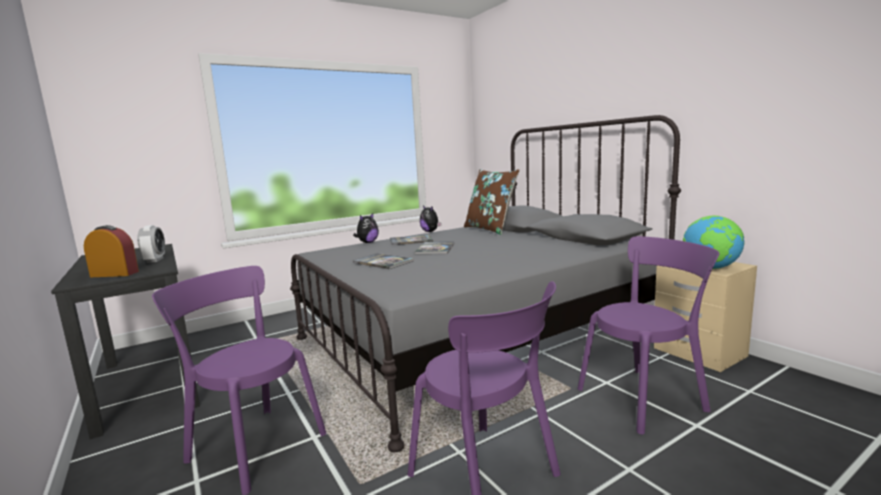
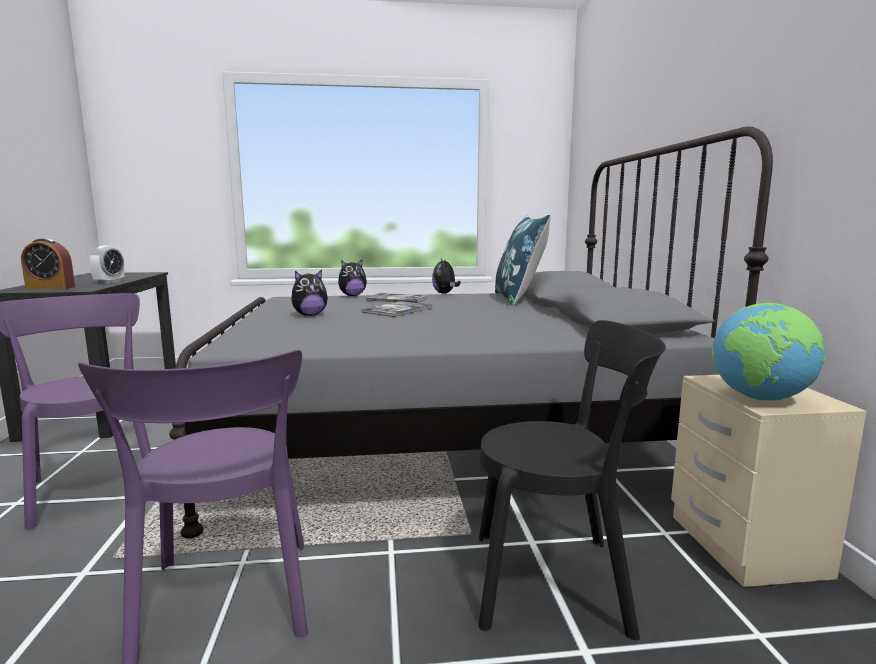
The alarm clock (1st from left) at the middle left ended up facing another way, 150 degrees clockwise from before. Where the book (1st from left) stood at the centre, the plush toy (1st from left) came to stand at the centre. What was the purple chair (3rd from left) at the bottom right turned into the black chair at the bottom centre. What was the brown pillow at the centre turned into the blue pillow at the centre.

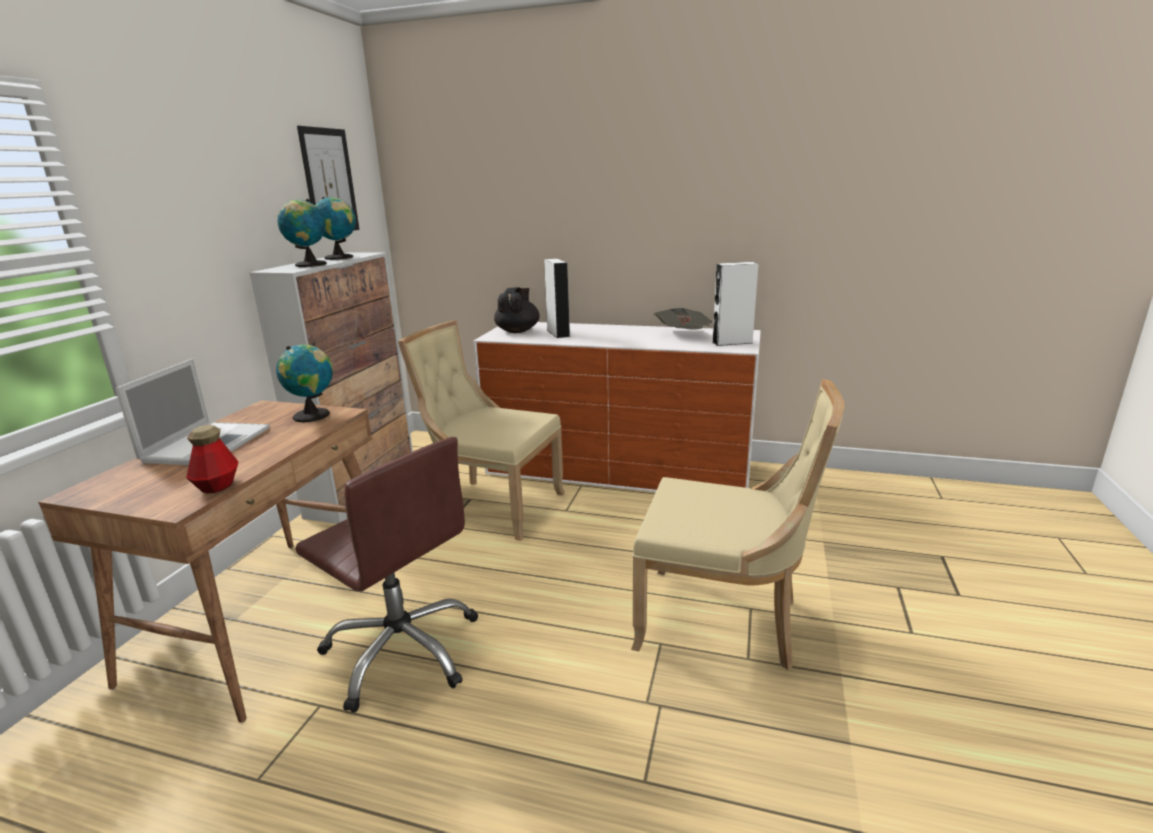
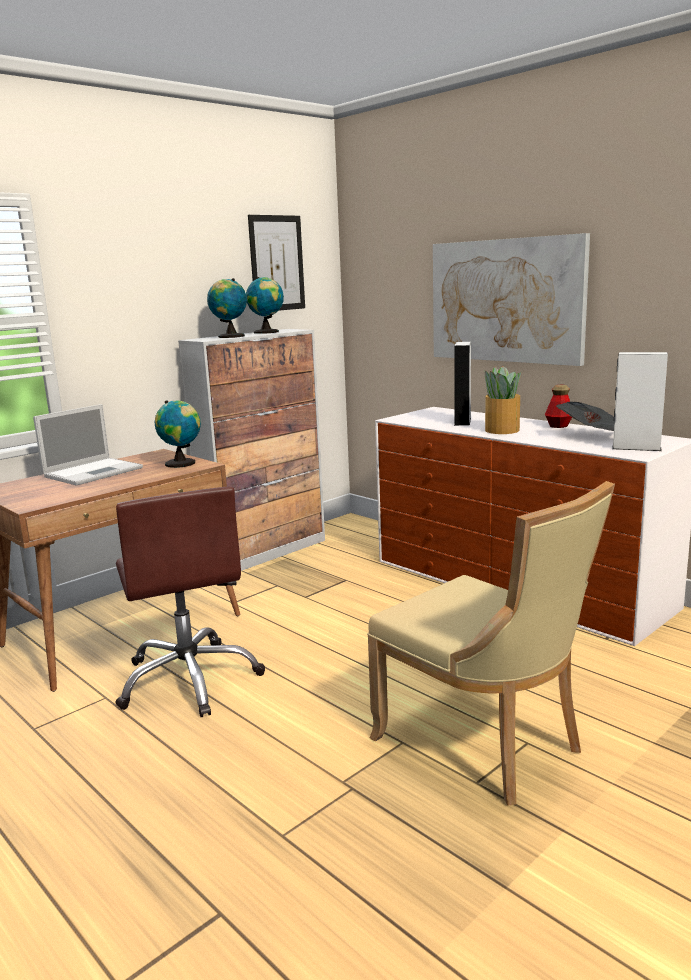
The second view gained the picture (2nd from left) at the top right. The second view gained the potted plant at the middle right. The bottle ended up elsewhere, having gone from the middle left to the middle right. The second view lost the beige chair (1st from left) at the centre. The second view lost the black teapot at the centre.

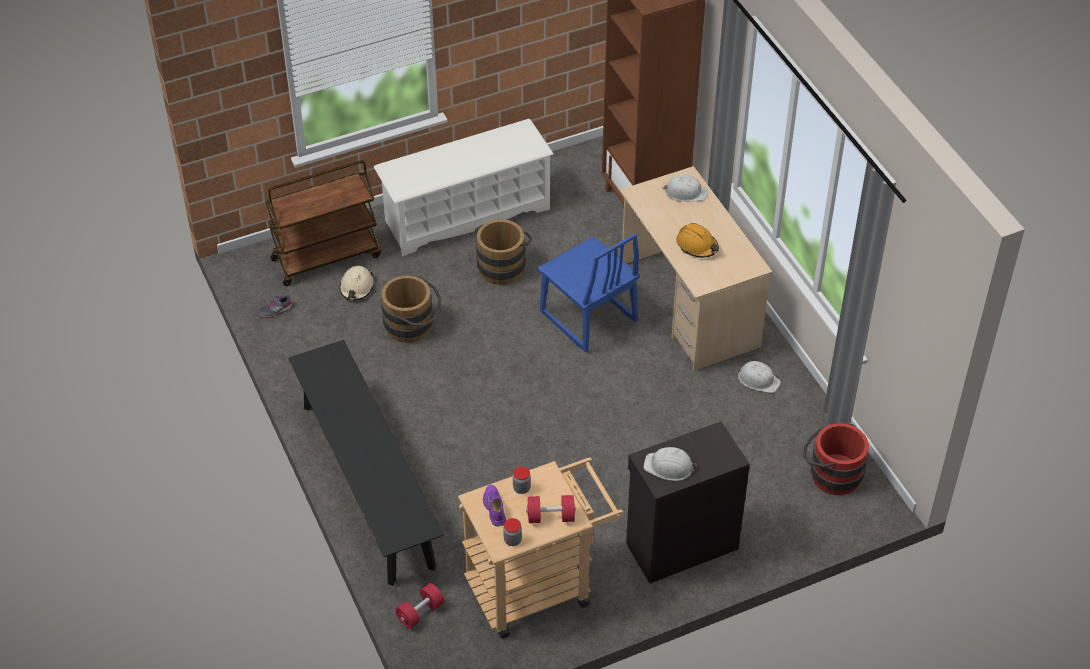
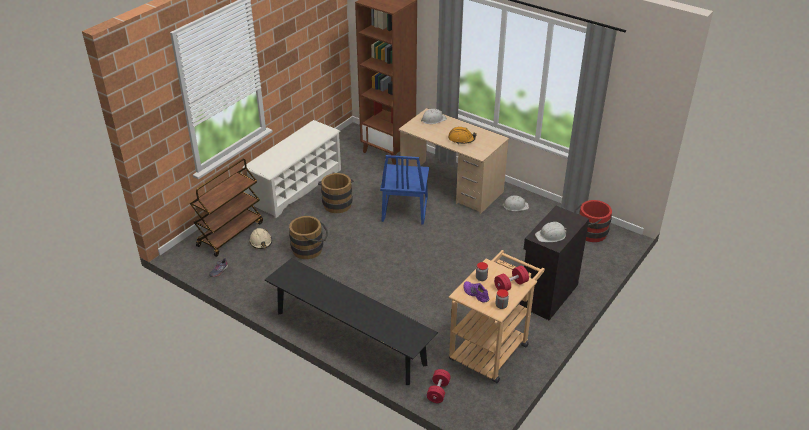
The blue chair at the centre ended up facing another way, 75 degrees clockwise from before.

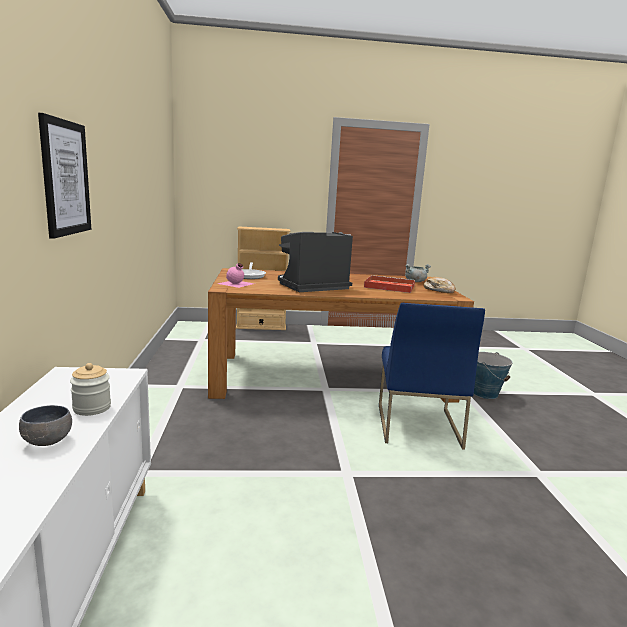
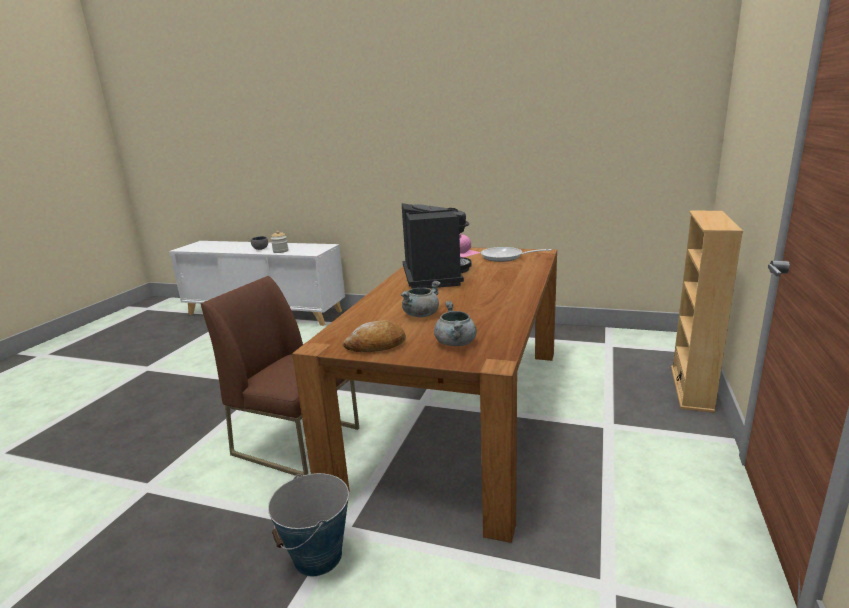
What was the blue chair at the middle right turned into the brown chair at the middle left. Where the red tray stood at the centre, the grey cooking pot (1st from left) came to stand at the centre. The second view lost the picture at the top left.

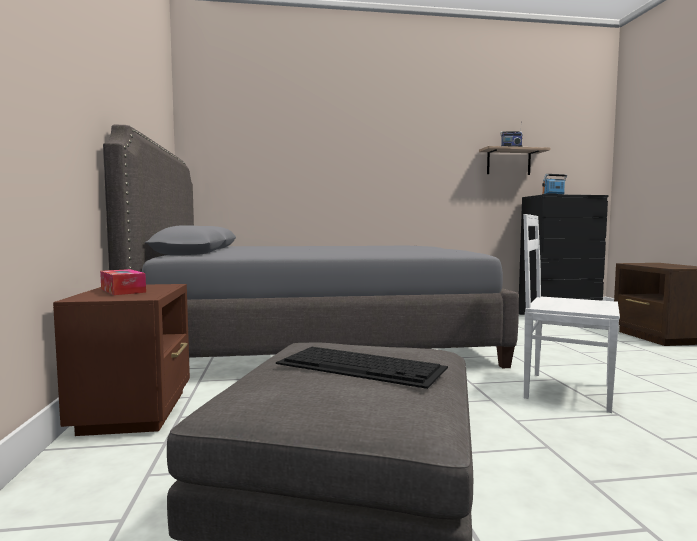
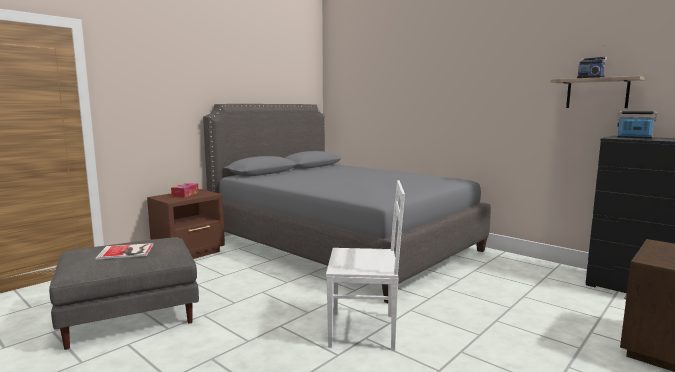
Where the keyboard stood at the bottom centre, the book came to stand at the bottom left. The white chair at the middle right ended up facing another way, 105 degrees clockwise from before.

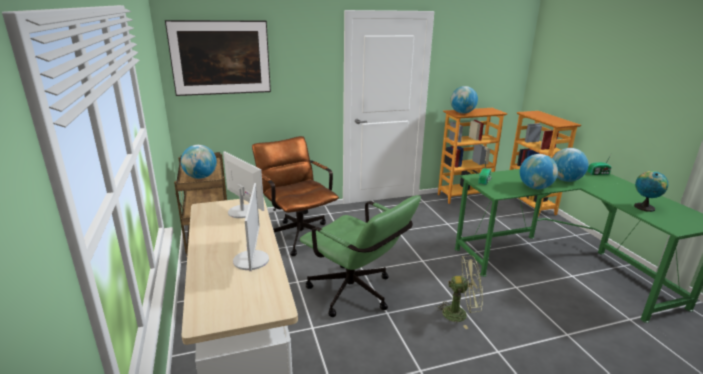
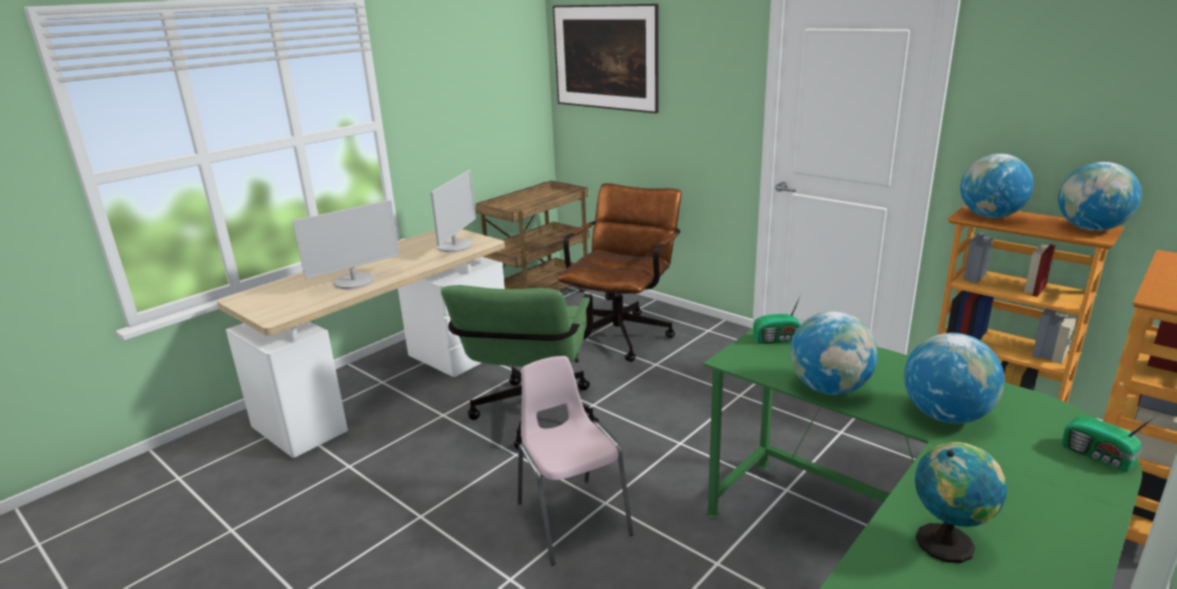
Where the green fan stood at the bottom centre, the pink chair came to stand at the bottom centre. The globe (1st from left in the first image) ended up elsewhere, having gone from the middle left to the top right.

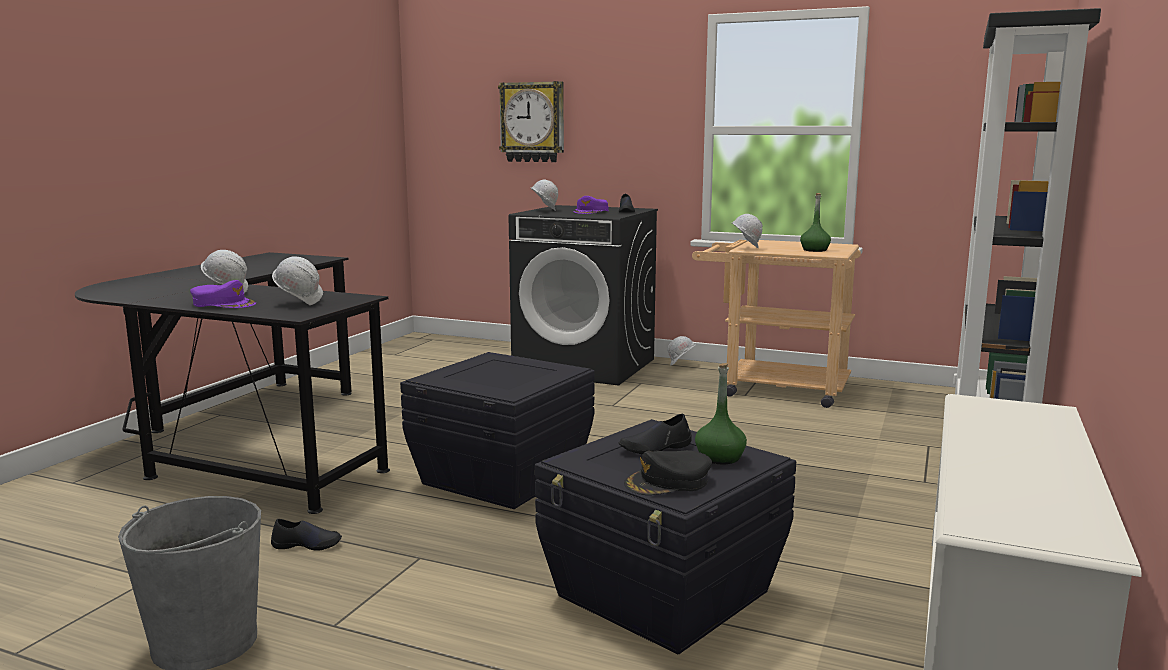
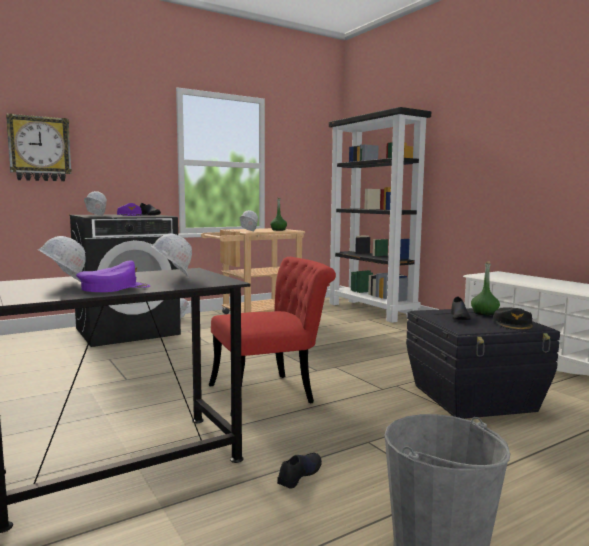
Where the black storage box (1st from left) stood at the centre, the red chair came to stand at the centre.

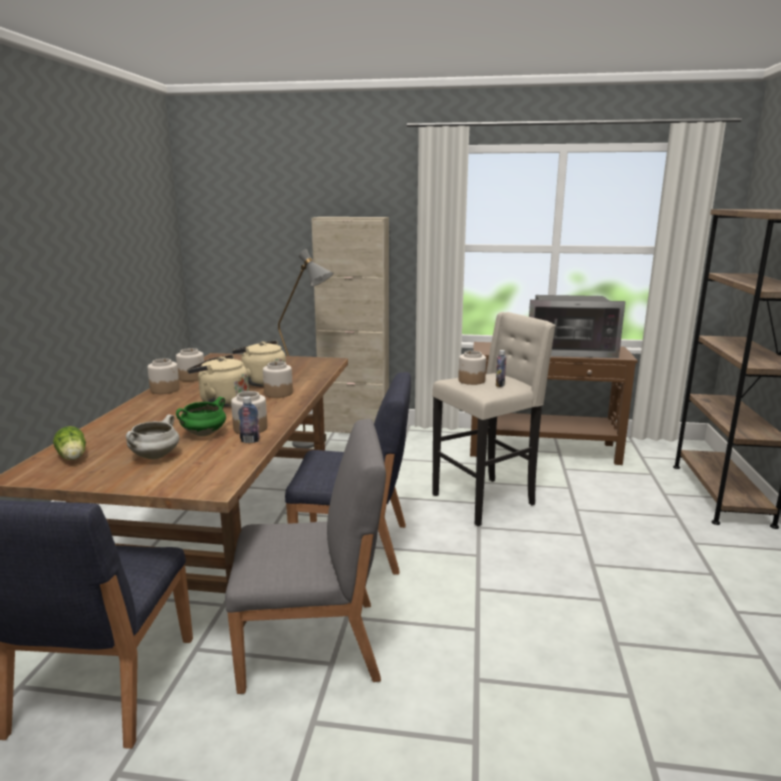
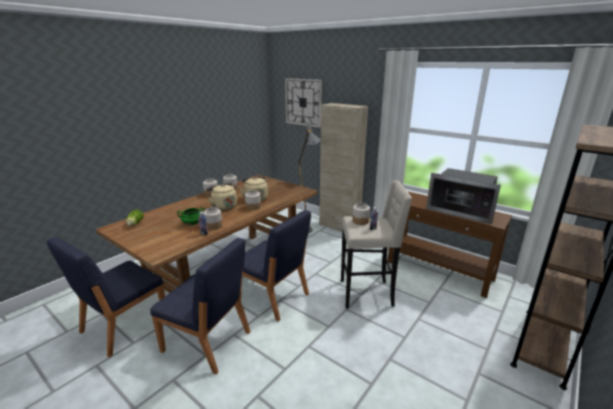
What was the grey chair at the bottom centre turned into the blue chair (2nd from left) at the bottom left. The second view gained the wall clock at the top centre. The second view lost the white cooking pot at the middle left.

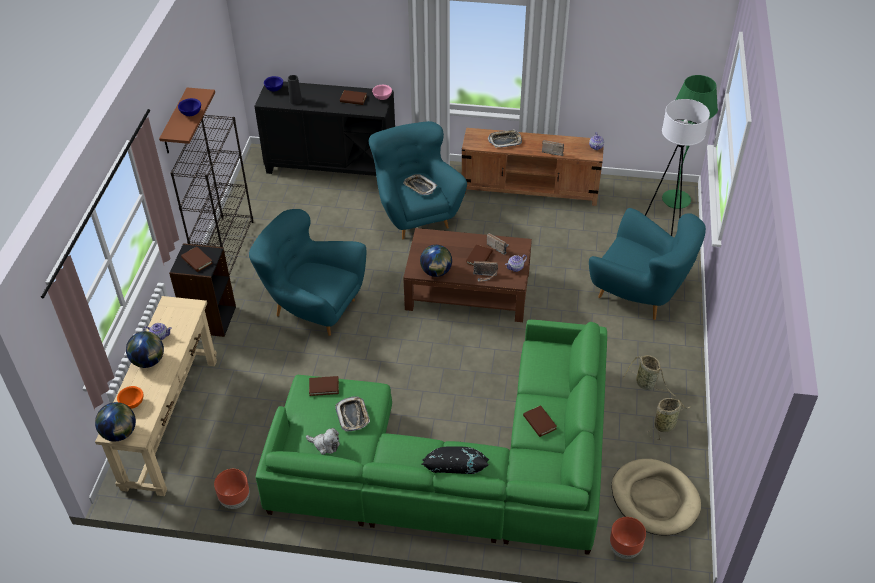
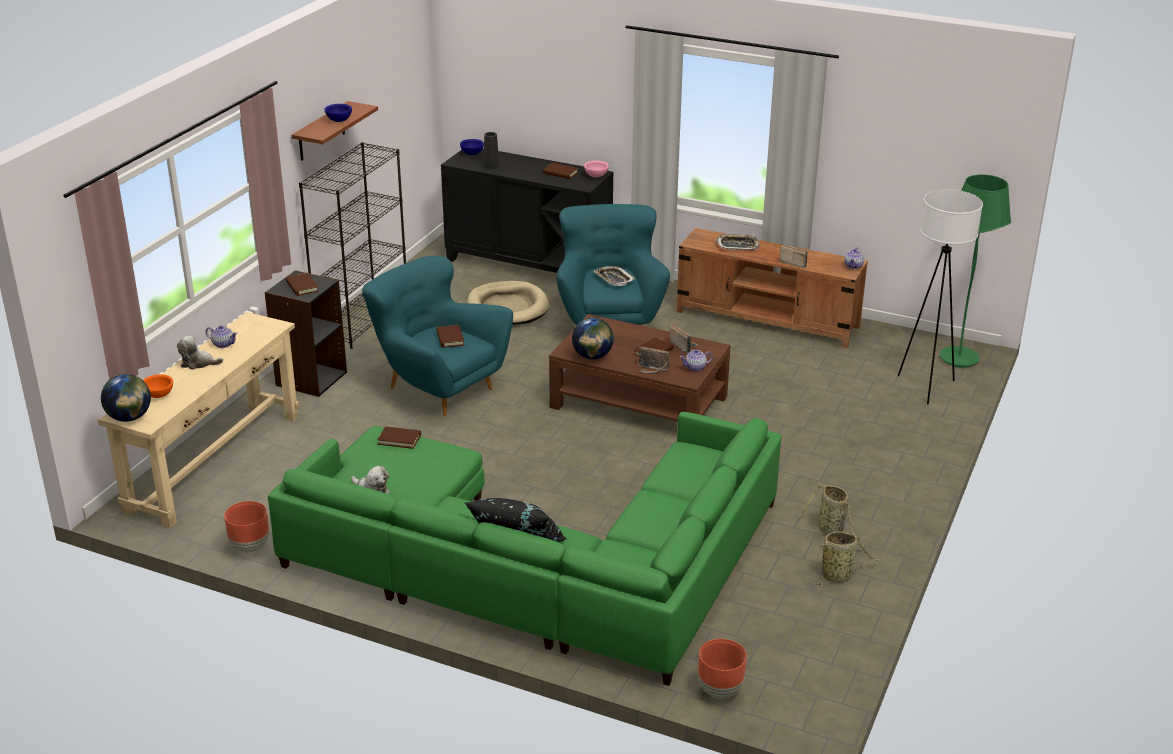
Where the globe (2nd from left) stood at the middle left, the plush toy (1st from left) came to stand at the middle left. The brown book (5th from left in the first image) ended up elsewhere, having gone from the bottom centre to the centre. The beige dog bed ended up elsewhere, having gone from the bottom right to the centre. The second view lost the tray (1st from left) at the bottom centre. The second view lost the turquoise armchair (3rd from left) at the middle right.

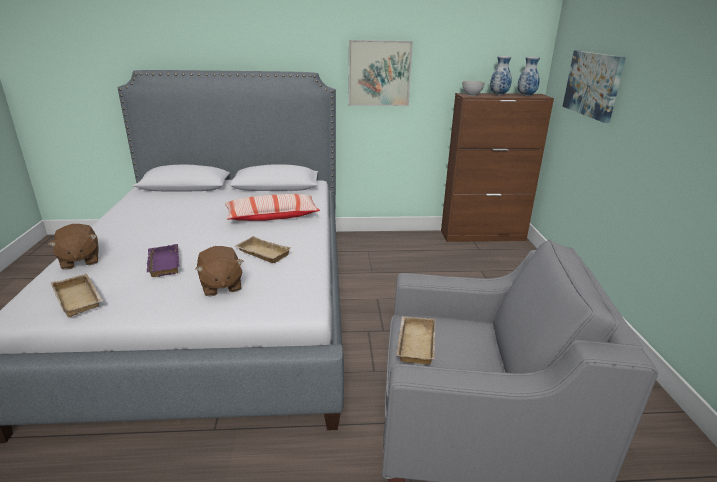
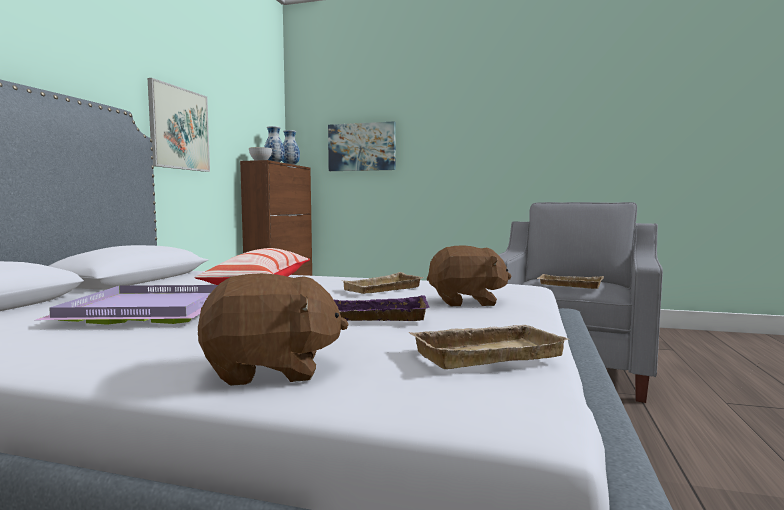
The second view gained the purple tray (1st from left) at the middle left.

